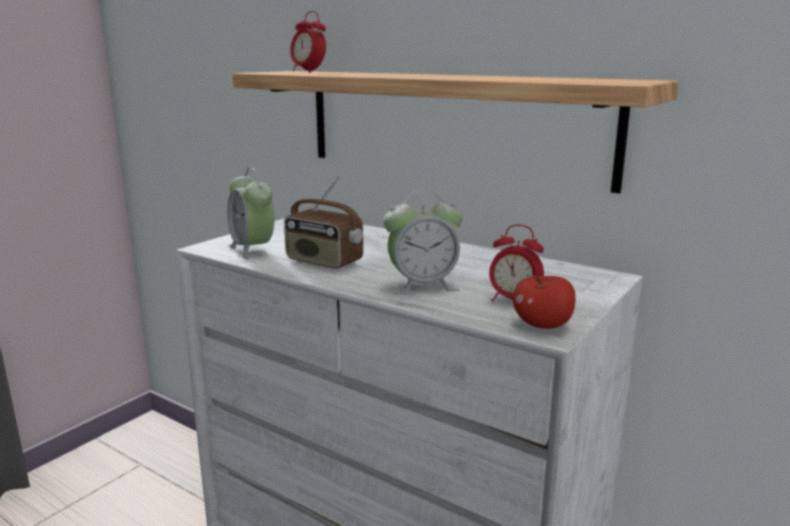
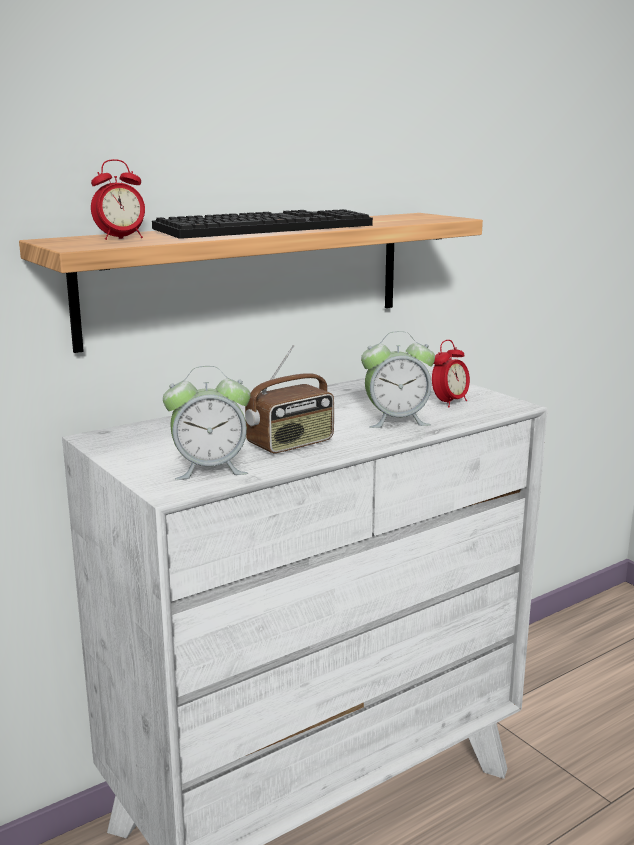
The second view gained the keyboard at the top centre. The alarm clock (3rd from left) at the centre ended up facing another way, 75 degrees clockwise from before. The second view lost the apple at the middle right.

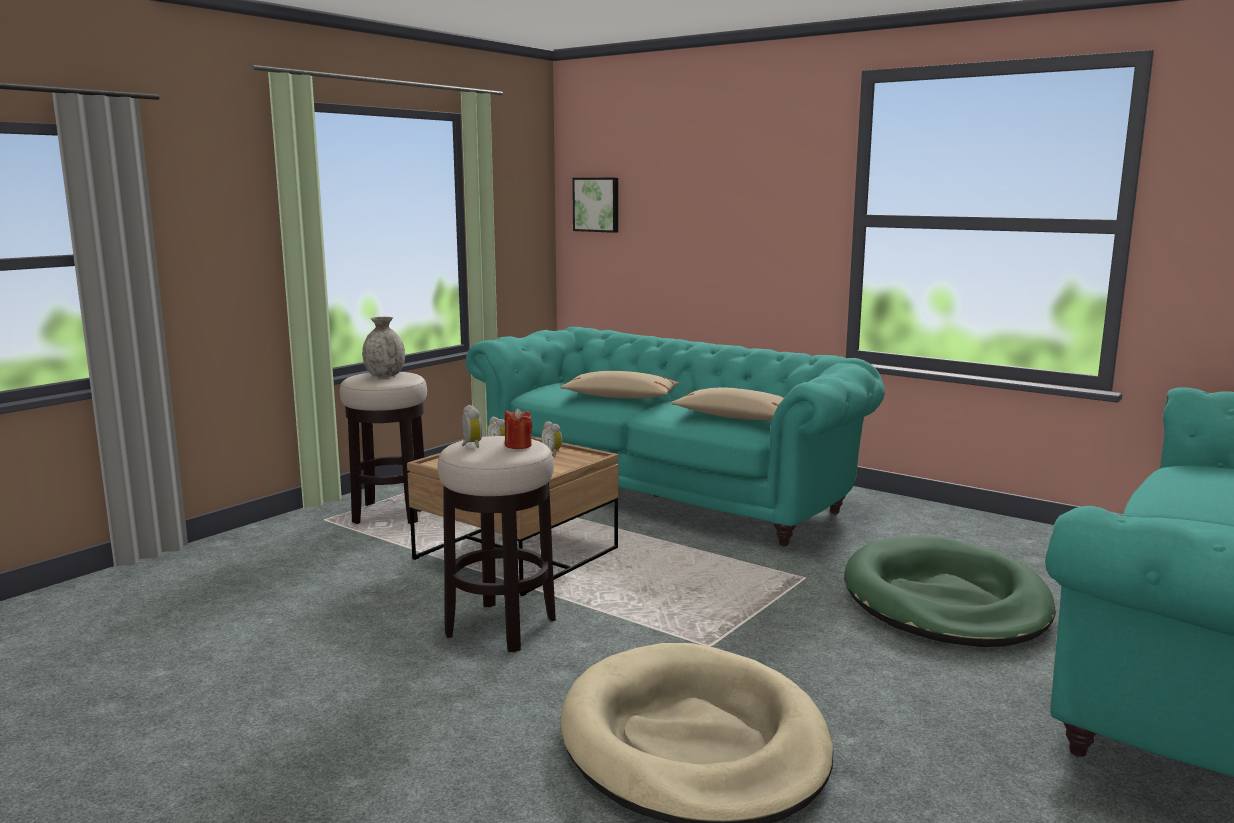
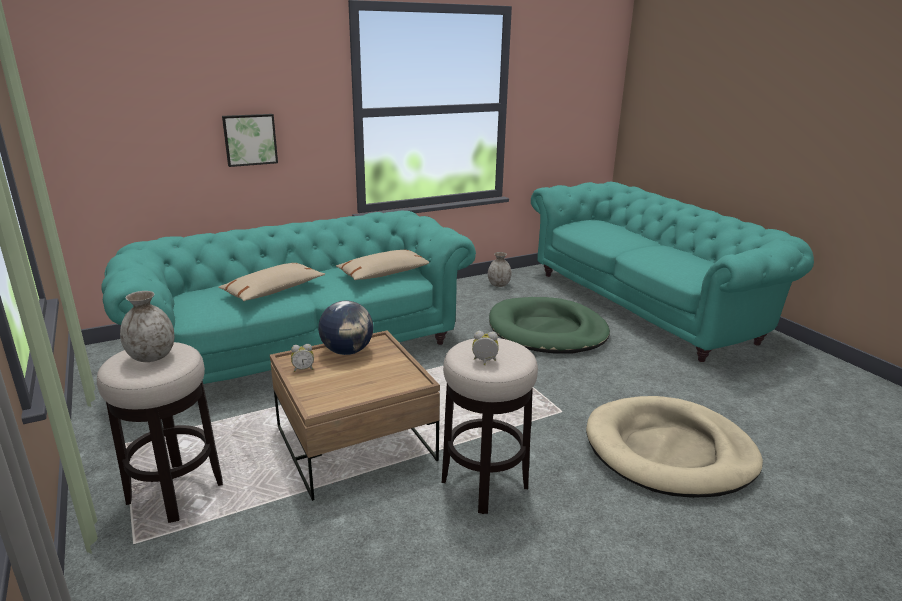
The picture ended up elsewhere, having gone from the top centre to the top left. Where the alarm clock (3rd from left) stood at the centre, the globe came to stand at the centre. The second view gained the grey vase (2nd from left) at the centre. The second view lost the red candle at the centre.

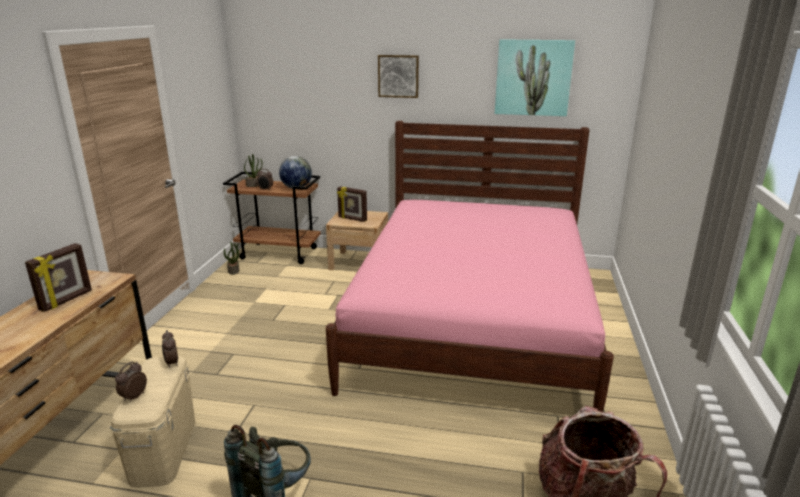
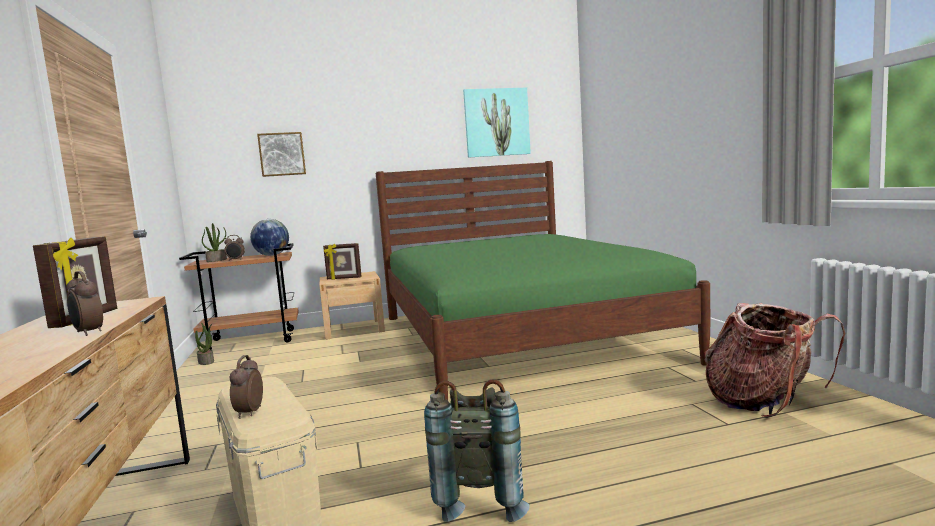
The alarm clock (2nd from left in the first image) ended up elsewhere, having gone from the bottom left to the middle left. The picture (1st from left) ended up elsewhere, having gone from the top centre to the top left. What was the pink bed at the centre turned into the green bed at the centre.

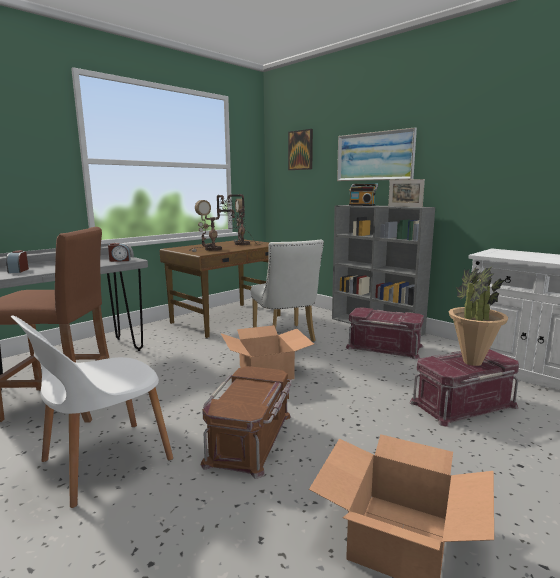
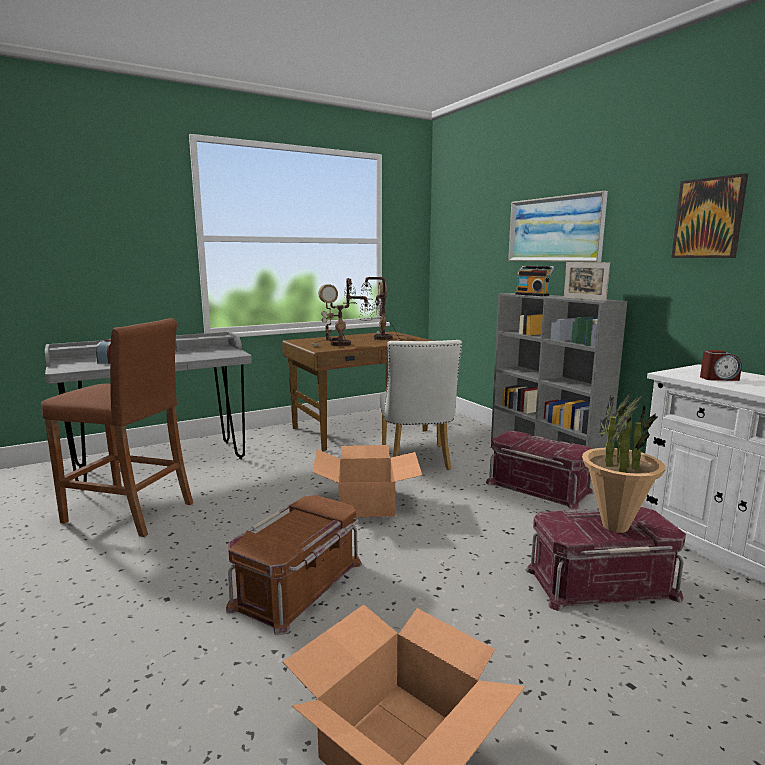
The picture (1st from left in the first image) ended up elsewhere, having gone from the top centre to the top right. The alarm clock (2nd from left) ended up elsewhere, having gone from the middle left to the middle right. The second view lost the white chair (1st from left) at the bottom left.

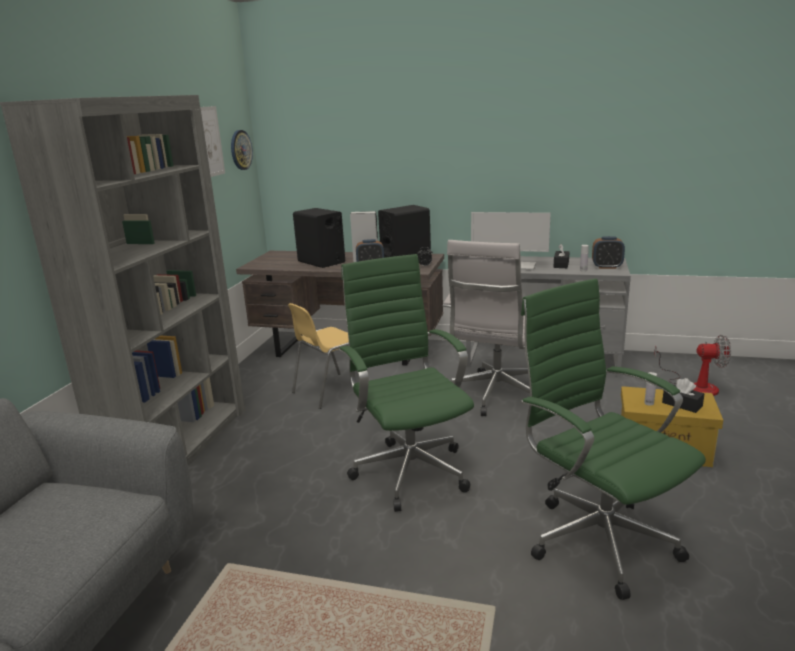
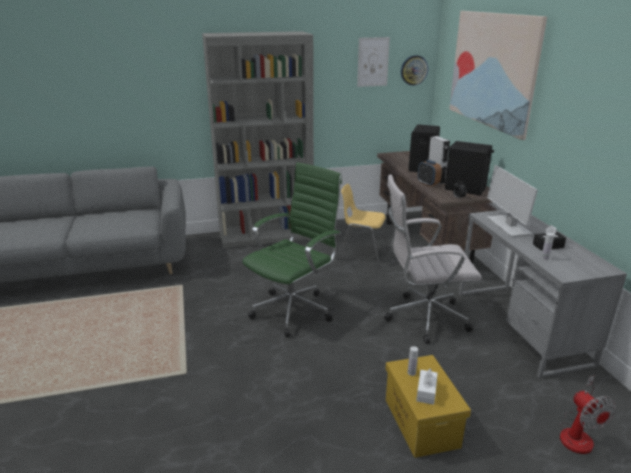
What was the black tissue box (2nd from left) at the middle right turned into the white tissue box at the bottom right. The second view gained the picture (2nd from left) at the top right. The second view lost the green office chair (2nd from left) at the bottom right. The second view lost the alarm clock (3rd from left) at the middle right.

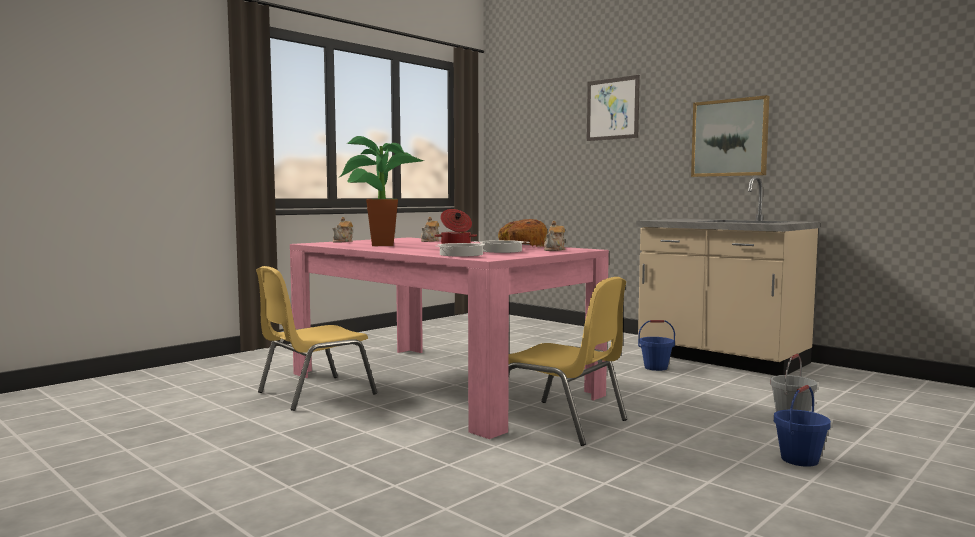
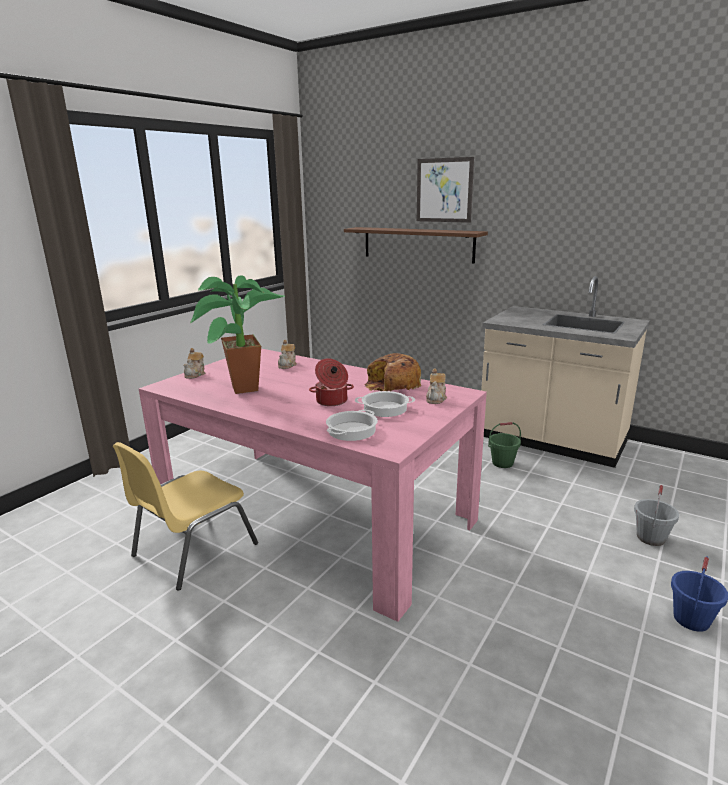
The second view gained the brown shelf at the top centre. What was the blue bucket (1st from left) at the middle right turned into the green bucket at the middle right. The second view lost the yellow chair (2nd from left) at the bottom centre. The second view lost the picture (2nd from left) at the top right.

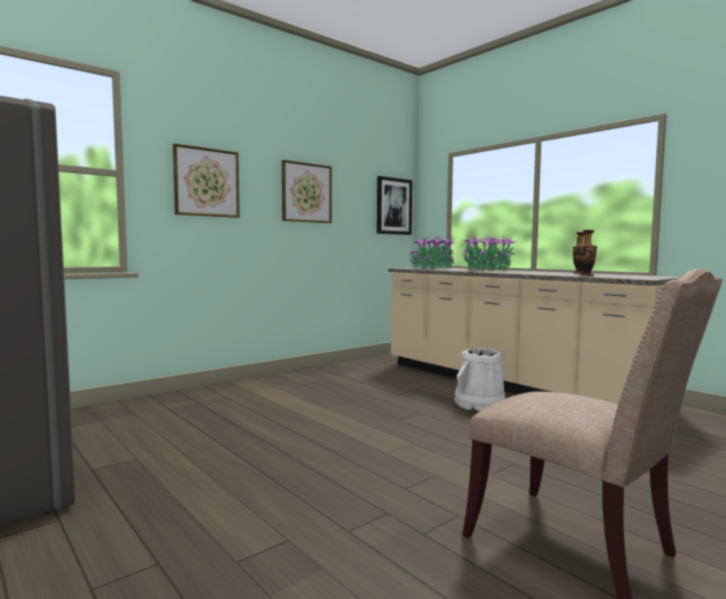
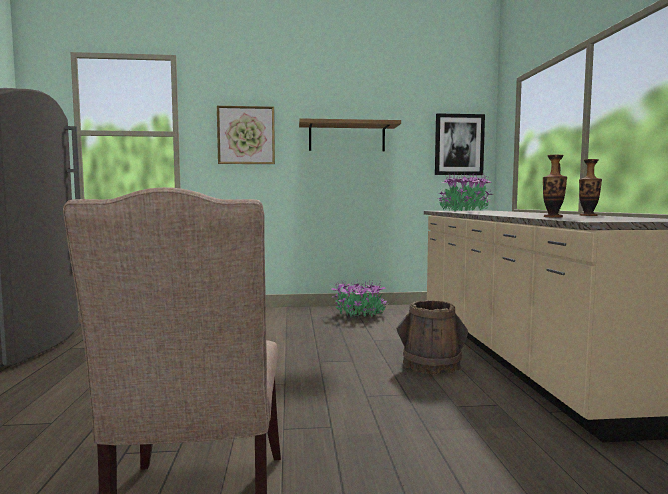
Where the picture (2nd from left) hung at the top centre, the shelf came to hang at the top centre. The potted plant (2nd from left in the first image) ended up elsewhere, having gone from the middle right to the centre. What was the white bucket at the centre turned into the brown bucket at the bottom centre.

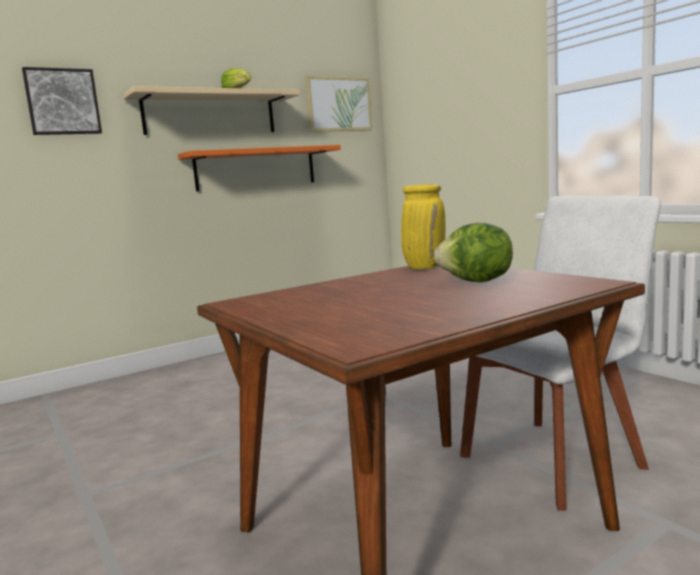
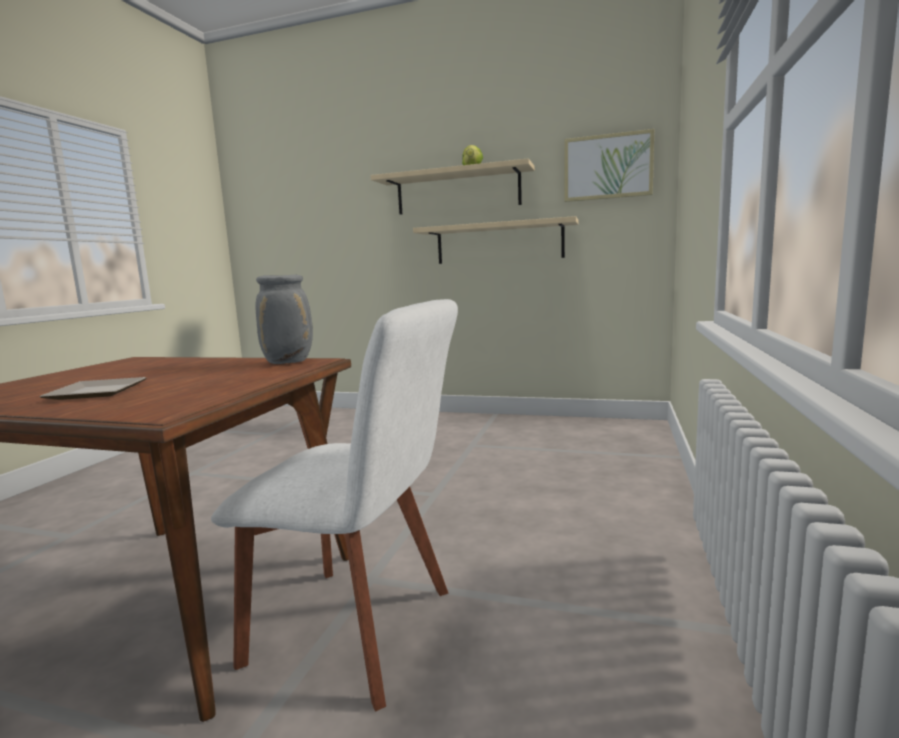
The second view gained the plate at the middle left. What was the yellow vase at the centre turned into the grey vase at the middle left. What was the orange shelf at the top centre turned into the beige shelf (2nd from left) at the top centre. The second view lost the picture (1st from left) at the top left. The second view lost the lettuce (2nd from left) at the middle right.

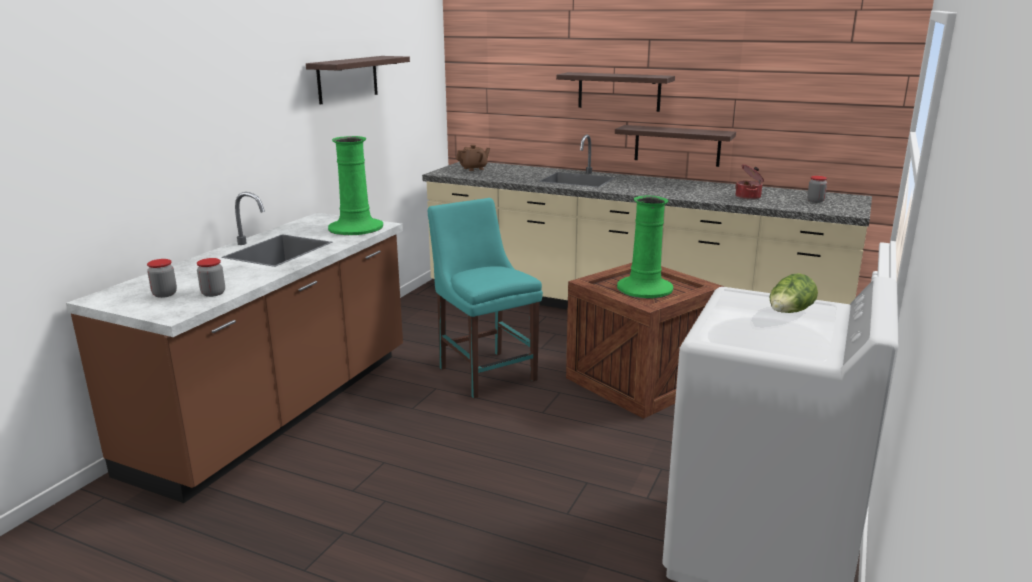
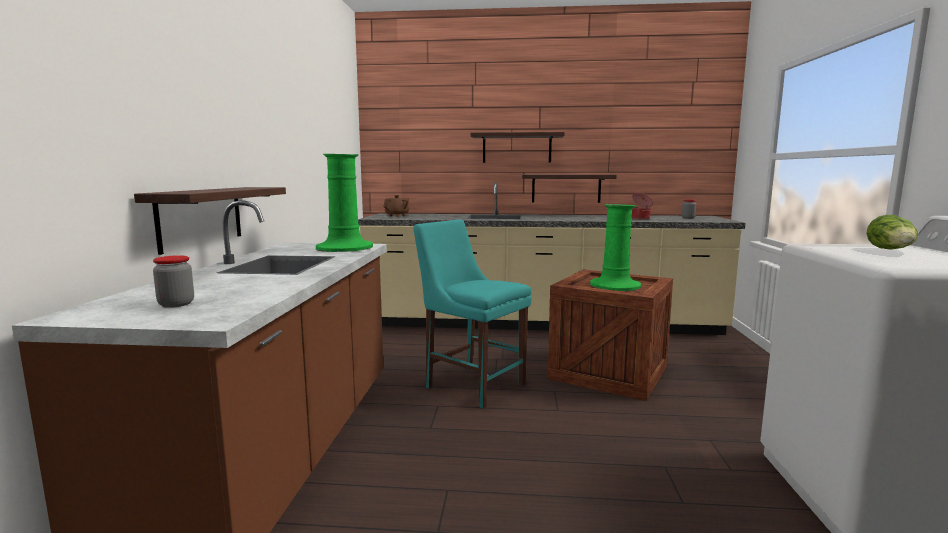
The shelf (1st from left) ended up elsewhere, having gone from the top centre to the middle left. The second view lost the jar (2nd from left) at the middle left.

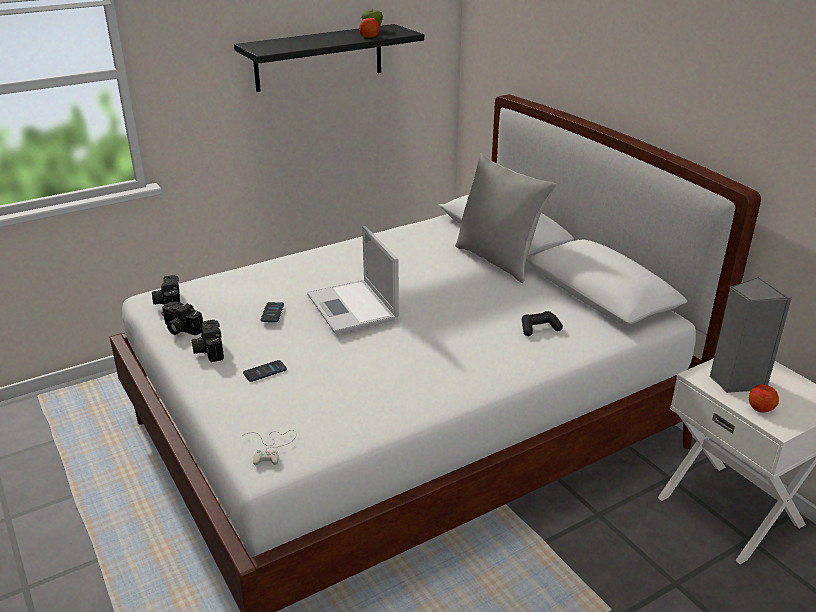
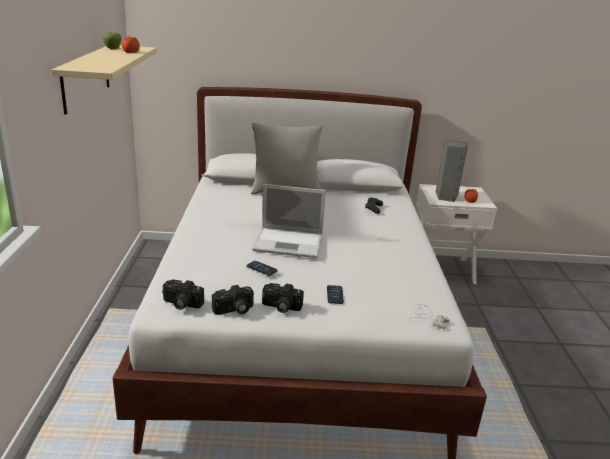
What was the black shelf at the top centre turned into the beige shelf at the top left.

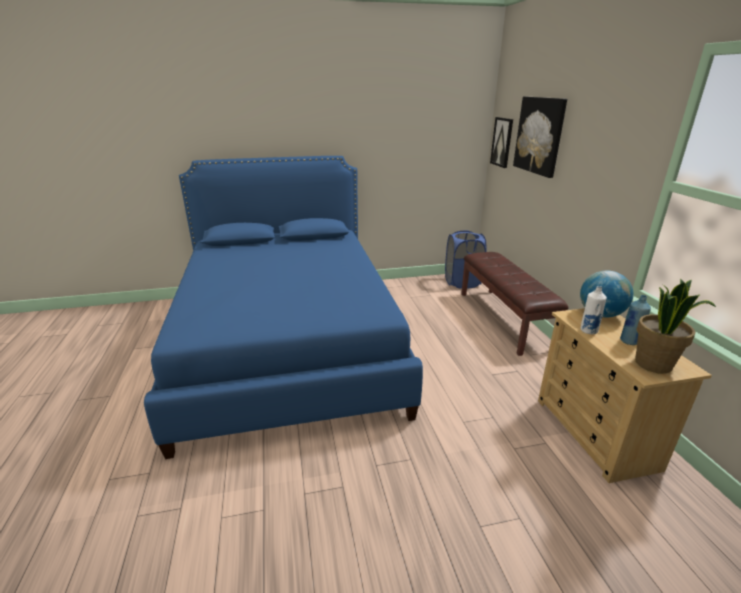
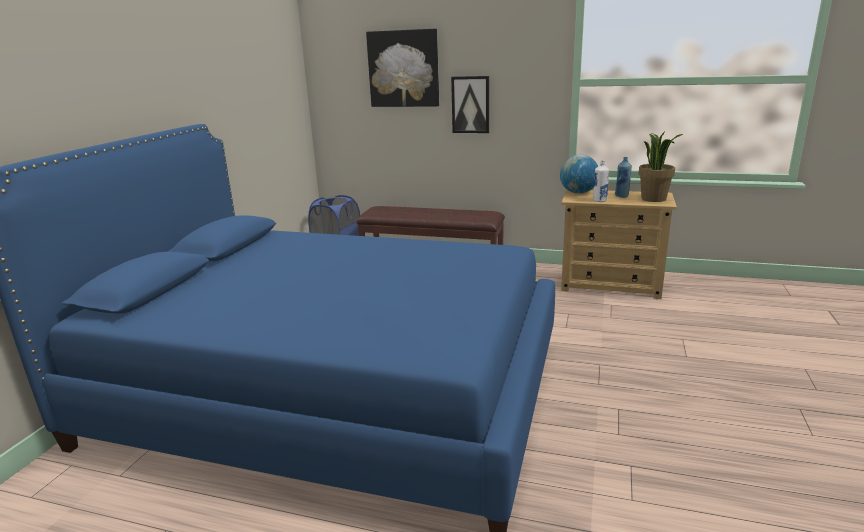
The picture (1st from left in the first image) ended up elsewhere, having gone from the top right to the top centre.

